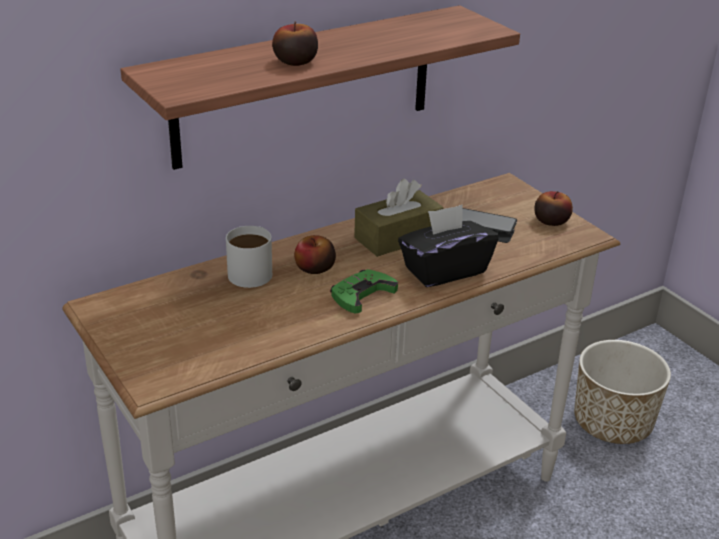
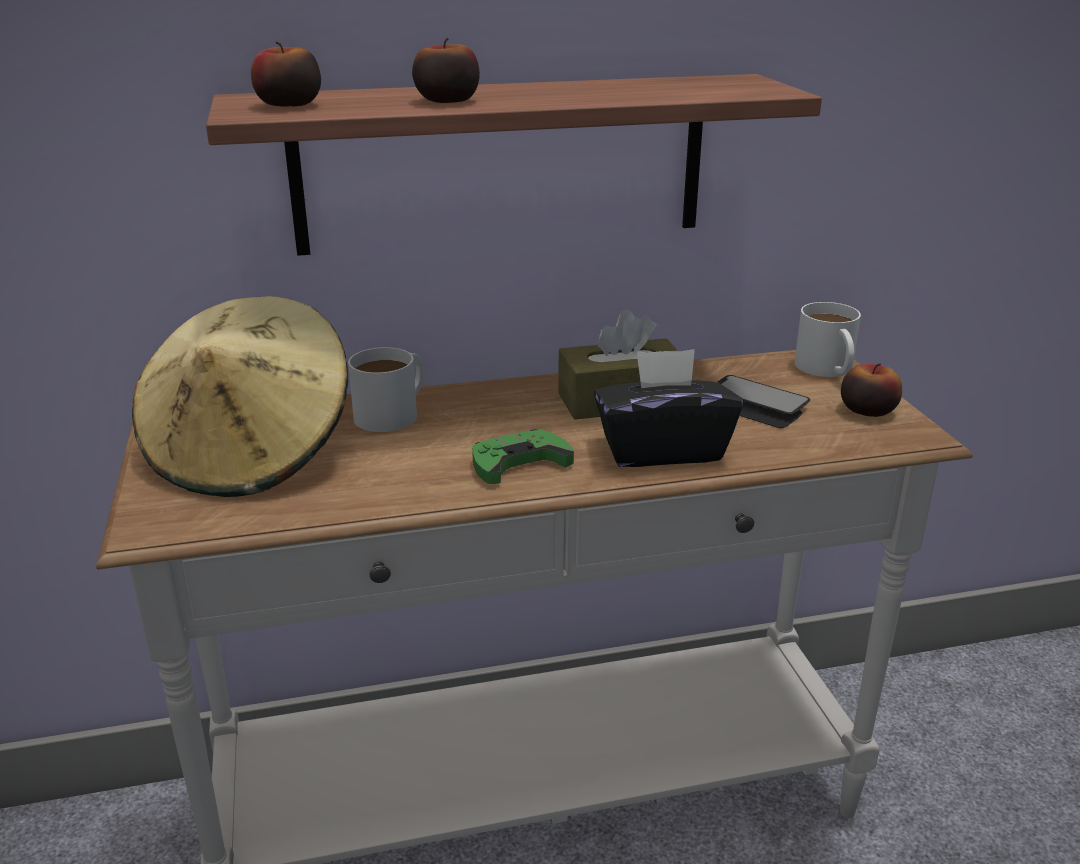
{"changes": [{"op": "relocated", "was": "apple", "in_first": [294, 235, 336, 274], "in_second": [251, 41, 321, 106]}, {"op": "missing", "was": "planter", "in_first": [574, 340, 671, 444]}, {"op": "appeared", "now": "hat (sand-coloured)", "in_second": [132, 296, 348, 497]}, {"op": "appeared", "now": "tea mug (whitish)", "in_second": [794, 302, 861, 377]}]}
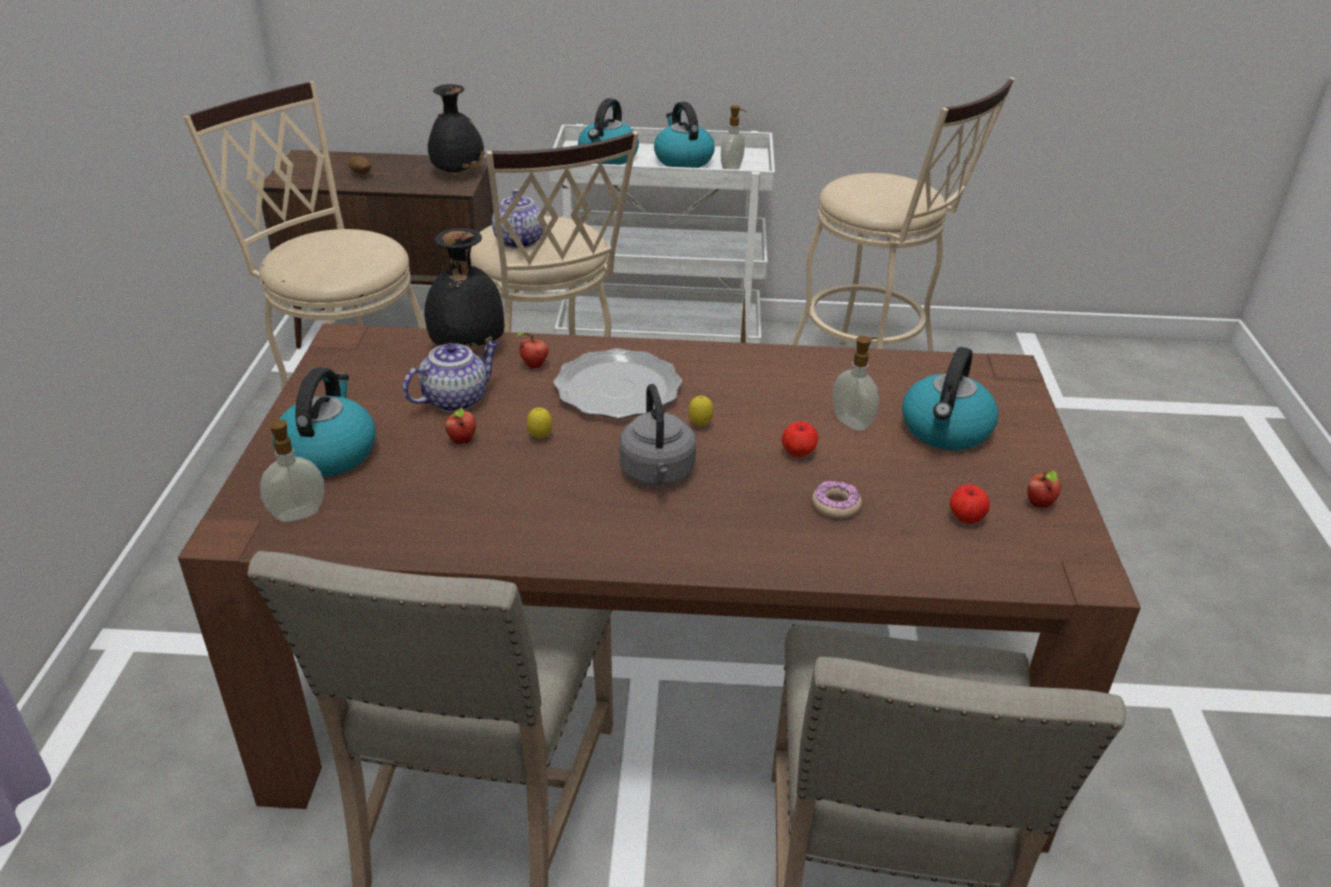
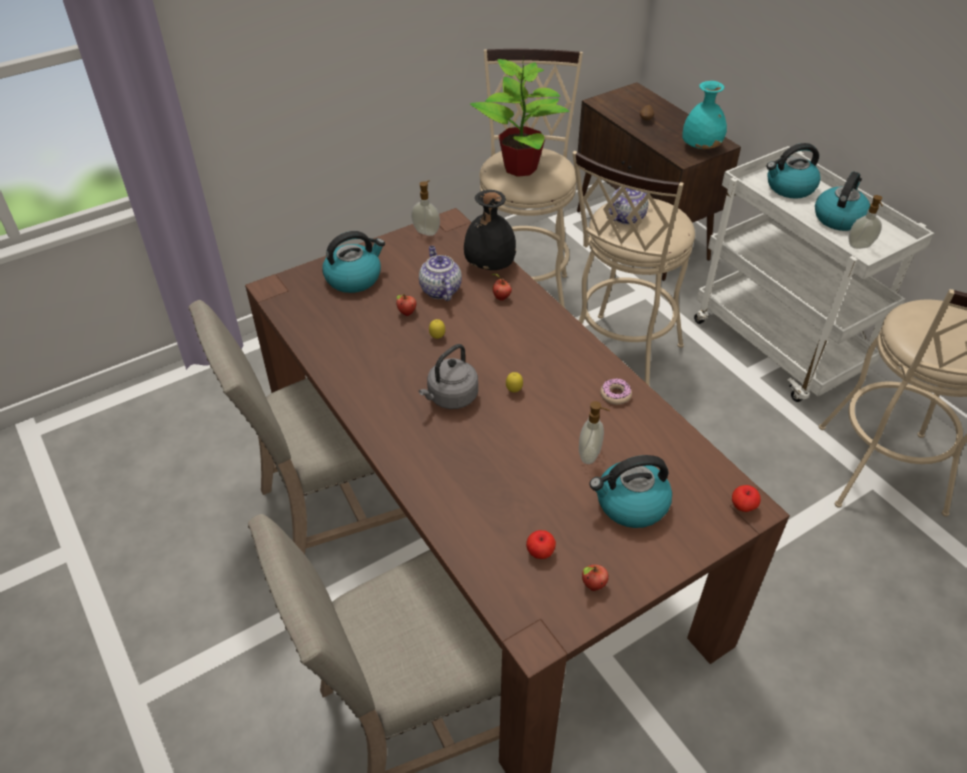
{"changes": [{"op": "relocated", "was": "liquid soap bottle", "in_first": [260, 417, 324, 522], "in_second": [411, 180, 440, 236]}, {"op": "spun", "was": "teapot", "in_first": [402, 341, 499, 412], "in_second": [419, 246, 462, 301], "clockwise": -120}, {"op": "colour", "was": "vase (blackish)", "now": "vase (blue-green)", "in_first": [428, 84, 485, 175], "in_second": [682, 81, 727, 149]}, {"op": "missing", "was": "dinner plate", "in_first": [553, 348, 682, 418]}, {"op": "relocated", "was": "apple", "in_first": [782, 421, 818, 457], "in_second": [732, 485, 761, 512]}, {"op": "relocated", "was": "donut", "in_first": [812, 480, 862, 518], "in_second": [600, 378, 632, 405]}, {"op": "appeared", "now": "plant in a pot", "in_second": [470, 55, 570, 177]}]}
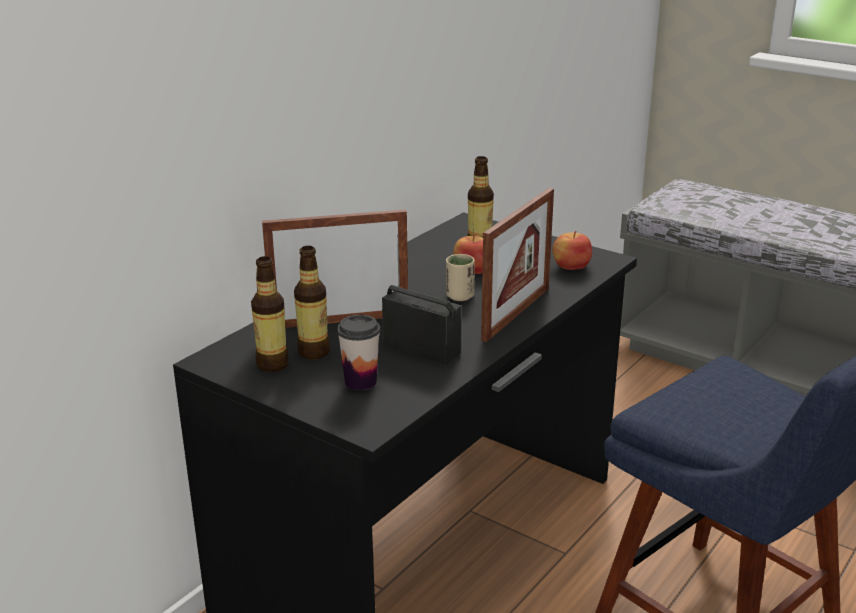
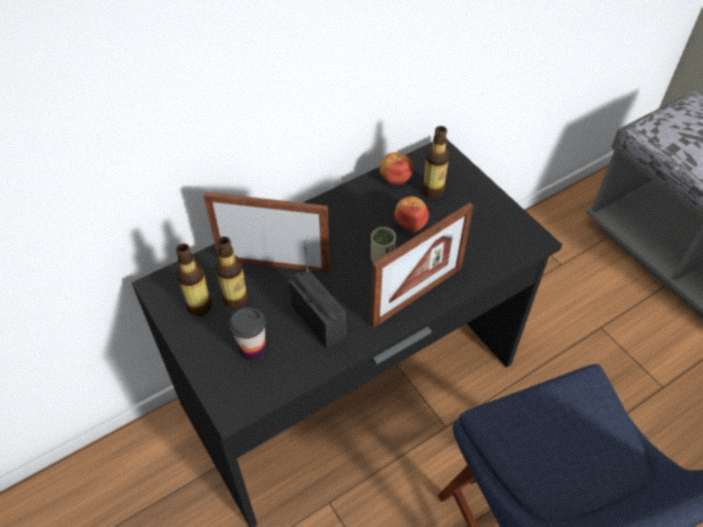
{"changes": [{"op": "relocated", "was": "apple", "in_first": [552, 231, 592, 270], "in_second": [380, 152, 413, 185]}]}
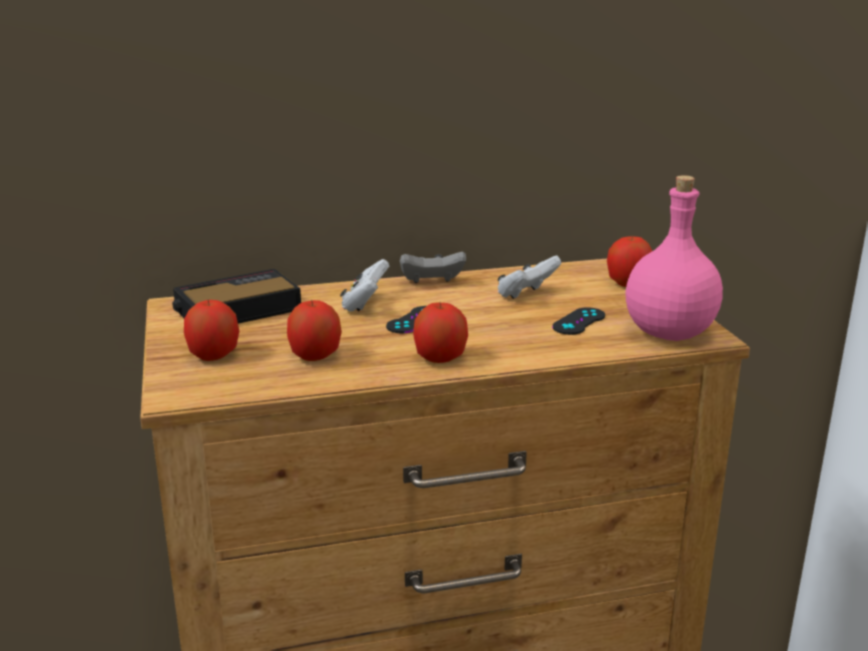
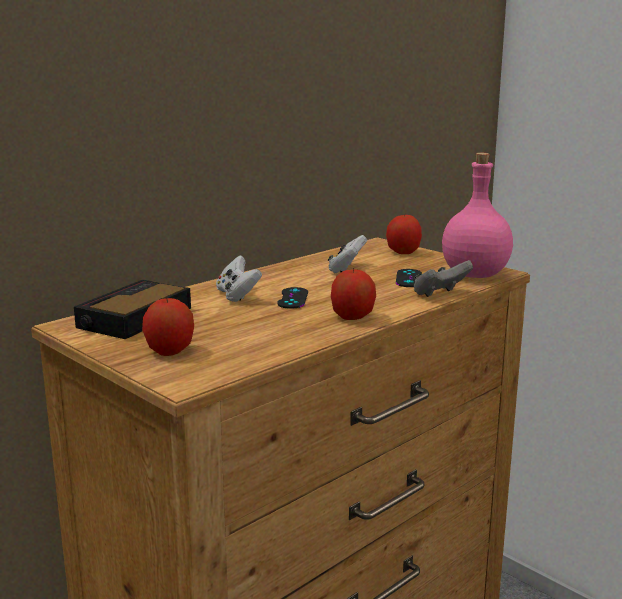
{"changes": [{"op": "missing", "was": "apple", "in_first": [287, 300, 342, 361]}, {"op": "relocated", "was": "joypad (gray)", "in_first": [400, 252, 466, 283], "in_second": [414, 260, 473, 297]}]}
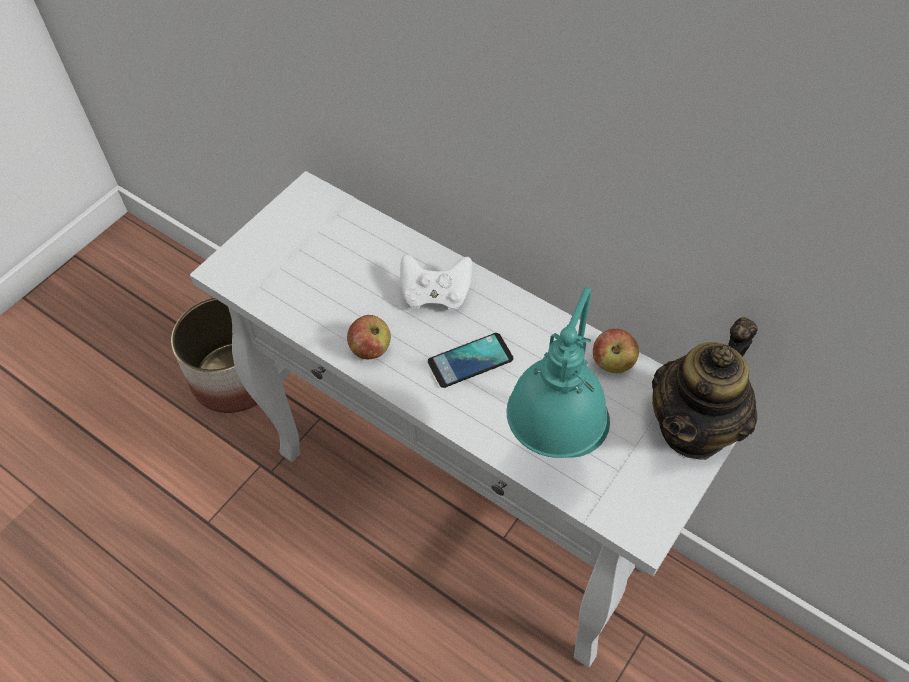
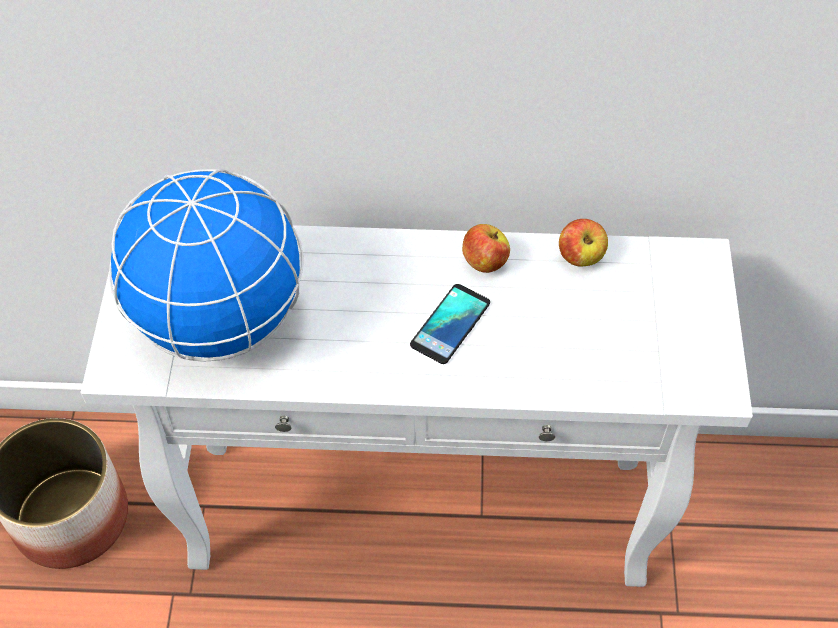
{"changes": [{"op": "relocated", "was": "apple", "in_first": [347, 315, 391, 359], "in_second": [462, 224, 510, 273]}, {"op": "missing", "was": "joypad (whitish)", "in_first": [400, 254, 472, 310]}, {"op": "missing", "was": "lamp for a table (blue-green)", "in_first": [507, 287, 610, 458]}, {"op": "missing", "was": "teapot", "in_first": [652, 317, 758, 460]}, {"op": "appeared", "now": "globe", "in_second": [109, 169, 304, 362]}]}
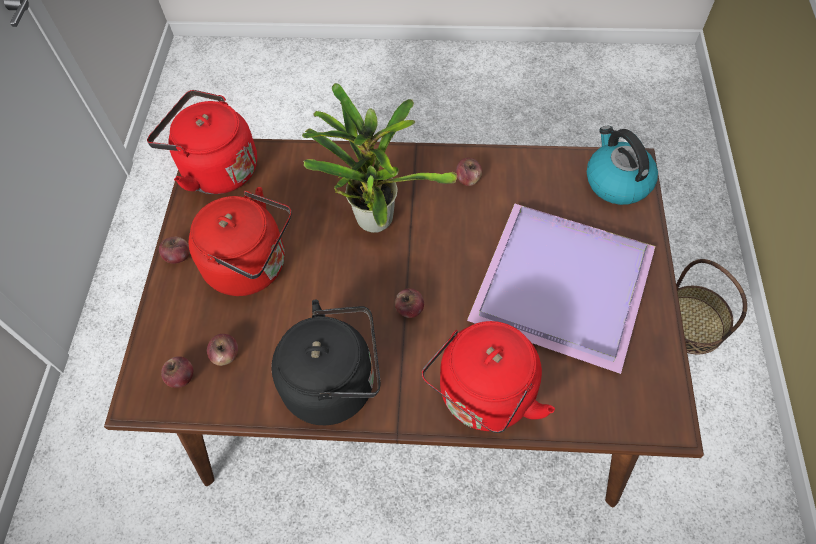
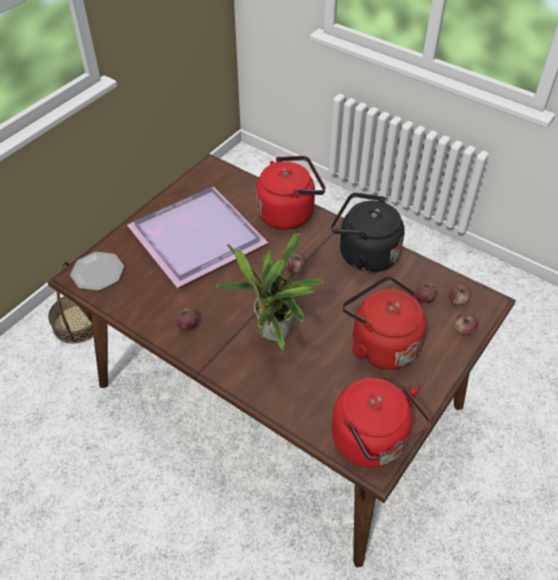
{"changes": [{"op": "relocated", "was": "apple", "in_first": [159, 237, 190, 264], "in_second": [454, 313, 478, 335]}, {"op": "exchanged", "was": "kettle", "now": "dinner plate", "in_first": [587, 126, 658, 205], "in_second": [70, 252, 124, 291]}]}
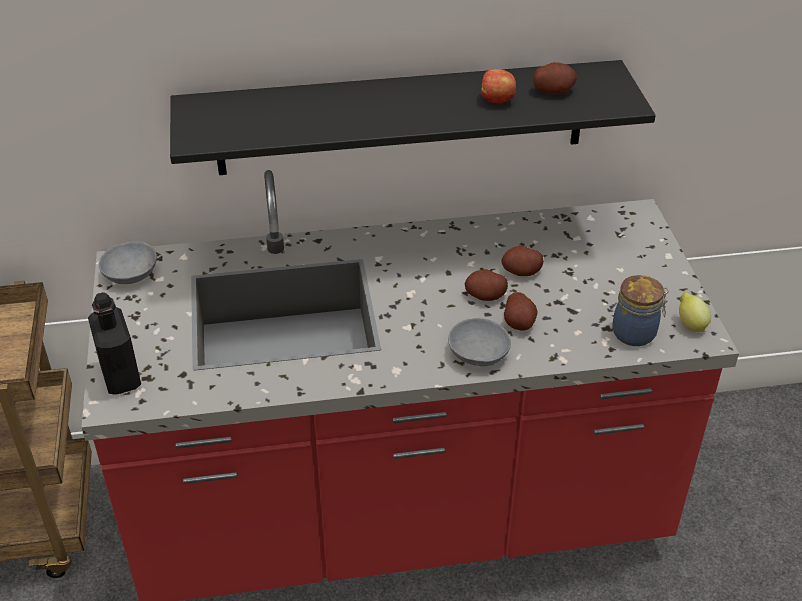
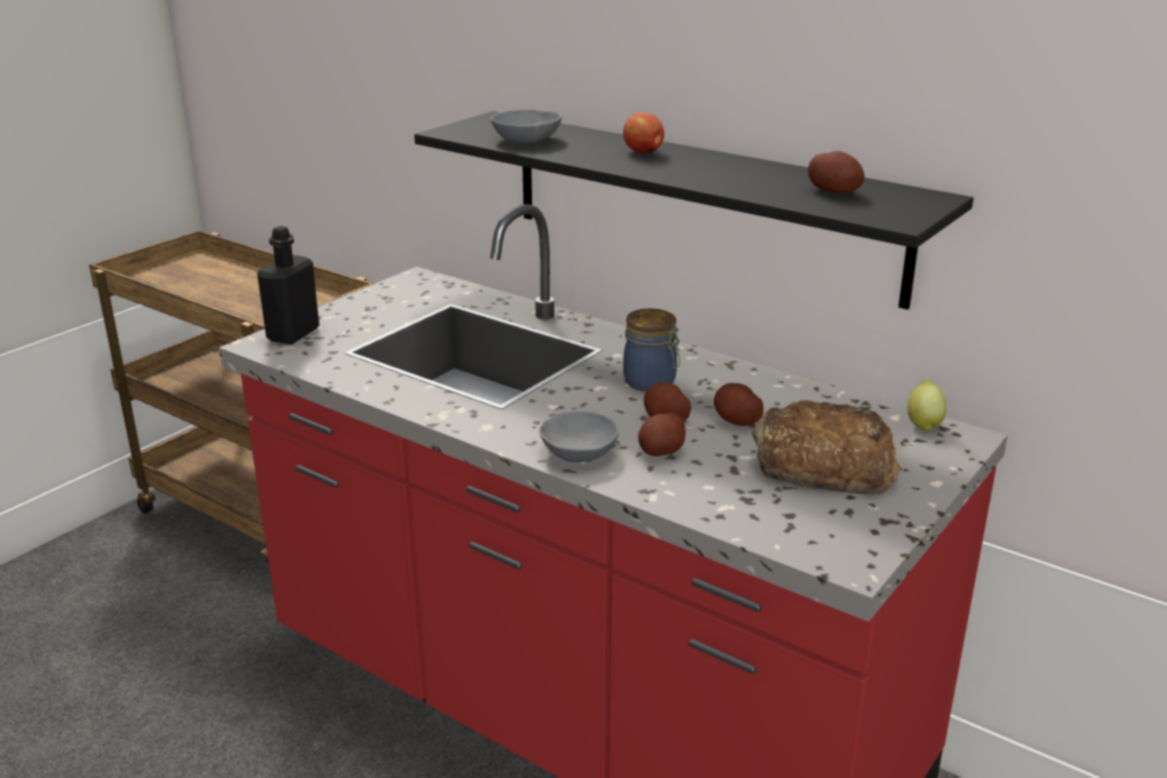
{"changes": [{"op": "relocated", "was": "serving bowl (gray)", "in_first": [99, 241, 157, 284], "in_second": [491, 110, 562, 144]}, {"op": "relocated", "was": "apple", "in_first": [481, 69, 516, 103], "in_second": [623, 112, 664, 154]}, {"op": "relocated", "was": "storage jar", "in_first": [612, 275, 669, 346], "in_second": [623, 308, 680, 392]}, {"op": "relocated", "was": "lemon", "in_first": [679, 292, 711, 332], "in_second": [907, 380, 946, 431]}, {"op": "appeared", "now": "bread", "in_second": [752, 400, 900, 495]}]}
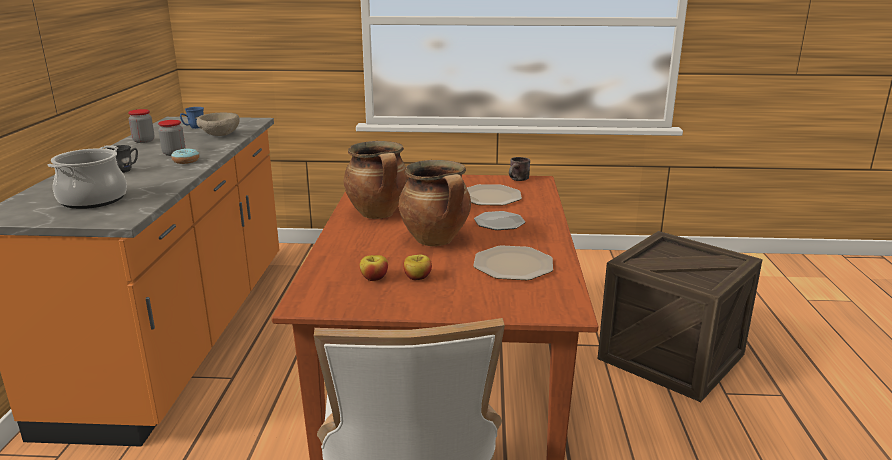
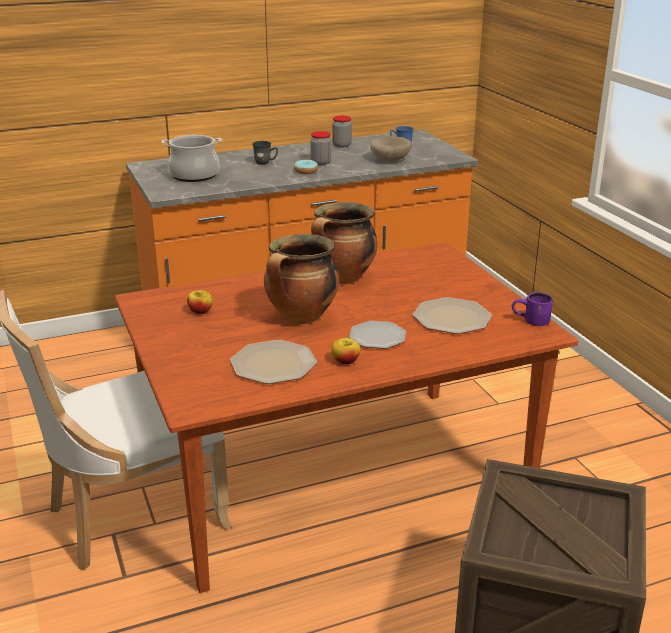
{"changes": [{"op": "relocated", "was": "apple", "in_first": [403, 255, 432, 280], "in_second": [331, 338, 360, 365]}, {"op": "colour", "was": "tea mug (brown-coloured)", "now": "tea mug (purple)", "in_first": [509, 157, 530, 181], "in_second": [512, 292, 553, 326]}]}
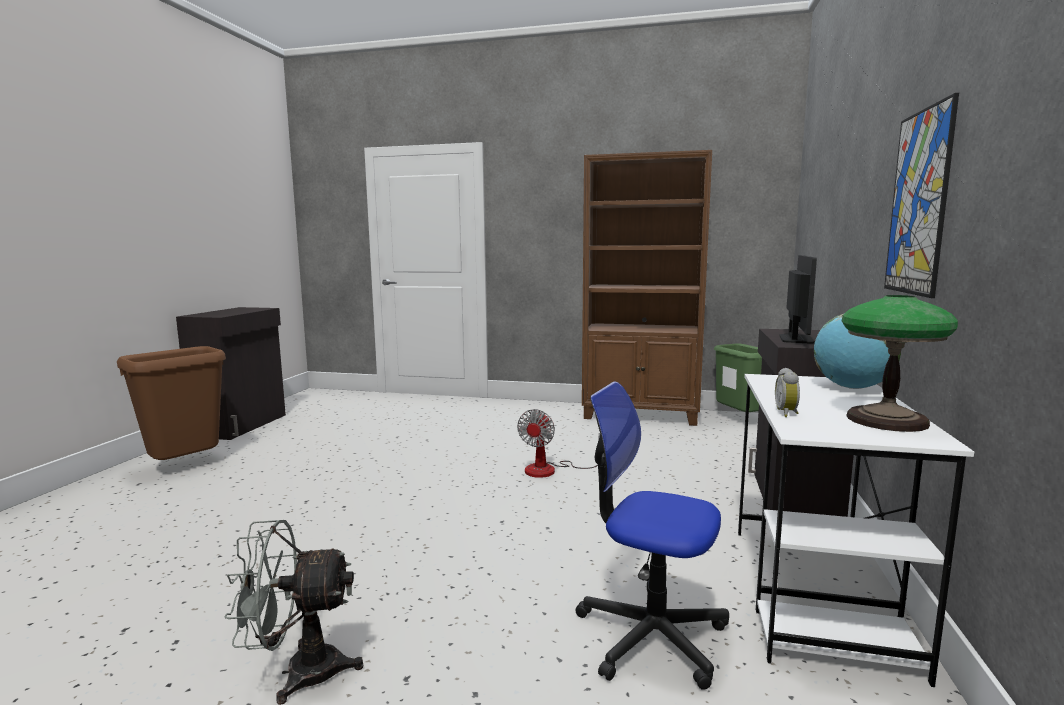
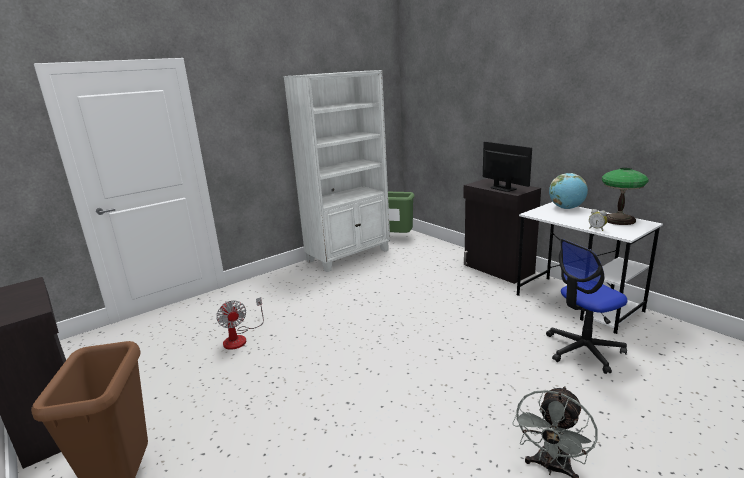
{"changes": [{"op": "relocated", "was": "cooling fan", "in_first": [517, 409, 600, 478], "in_second": [216, 297, 264, 350]}, {"op": "colour", "was": "bookshelf (brown-coloured)", "now": "bookshelf (whitish)", "in_first": [582, 150, 712, 426], "in_second": [283, 70, 390, 272]}, {"op": "missing", "was": "wall art", "in_first": [884, 93, 959, 298]}]}
